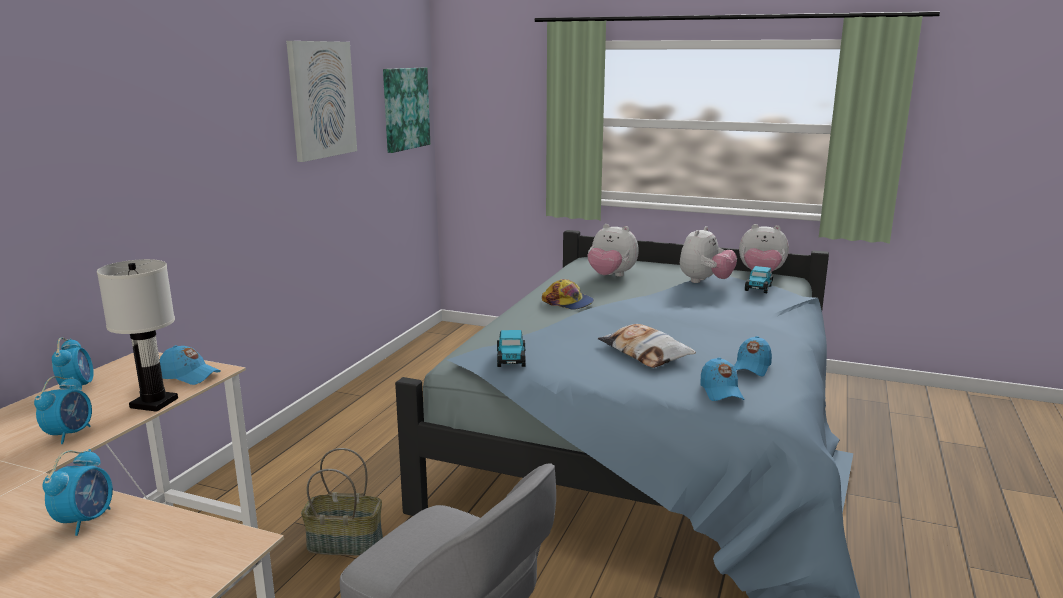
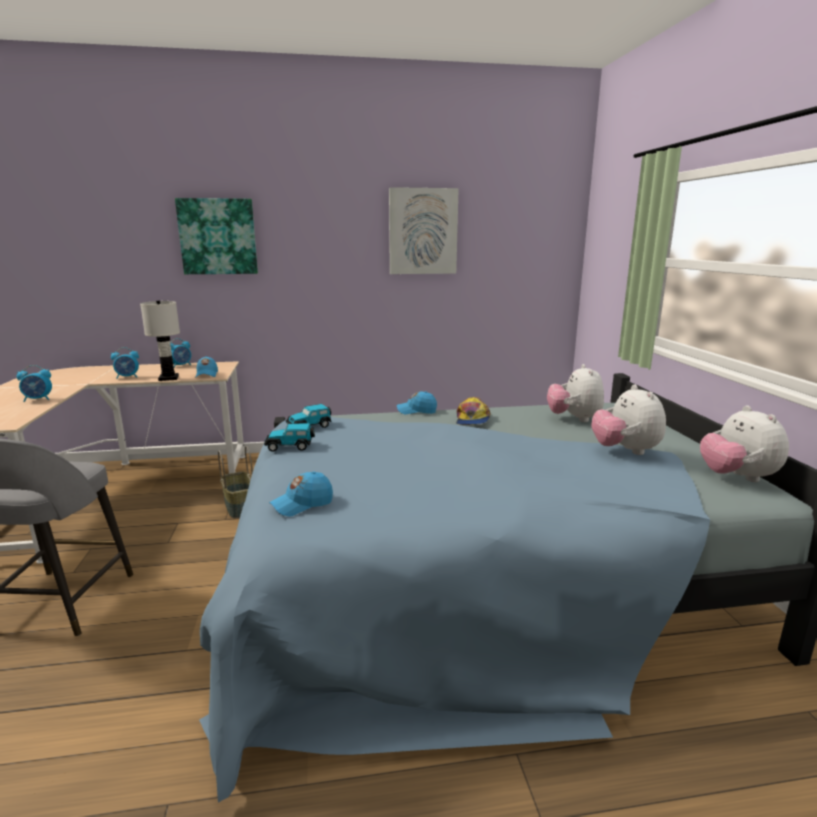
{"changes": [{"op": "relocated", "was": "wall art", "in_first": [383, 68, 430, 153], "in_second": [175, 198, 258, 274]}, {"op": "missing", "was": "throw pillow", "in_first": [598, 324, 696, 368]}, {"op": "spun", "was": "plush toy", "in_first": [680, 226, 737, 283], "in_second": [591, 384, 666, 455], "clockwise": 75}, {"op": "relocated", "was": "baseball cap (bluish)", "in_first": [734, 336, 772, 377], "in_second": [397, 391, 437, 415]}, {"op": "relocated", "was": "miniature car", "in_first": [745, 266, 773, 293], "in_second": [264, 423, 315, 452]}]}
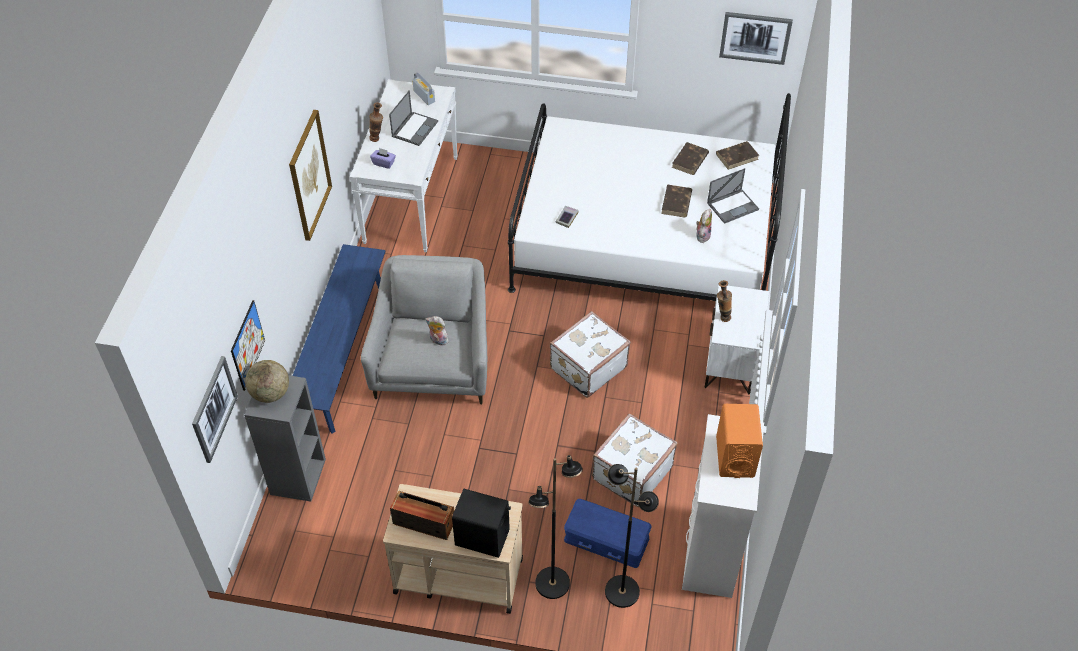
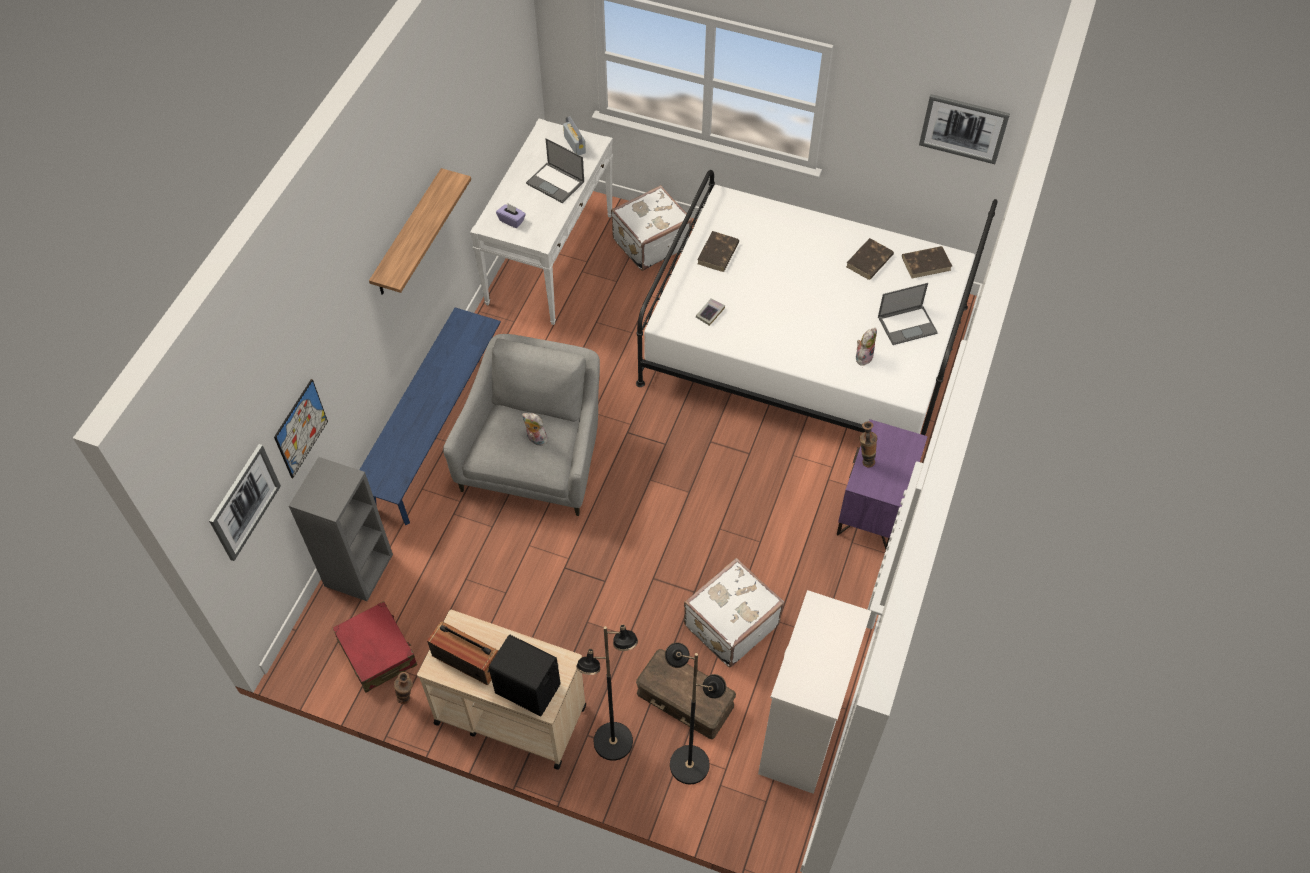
{"changes": [{"op": "missing", "was": "globe", "in_first": [245, 360, 289, 403]}, {"op": "exchanged", "was": "wall art", "now": "bracket shelf", "in_first": [289, 110, 332, 241], "in_second": [369, 168, 471, 295]}, {"op": "relocated", "was": "vase", "in_first": [369, 103, 383, 142], "in_second": [394, 672, 413, 704]}, {"op": "spun", "was": "notebook computer", "in_first": [389, 90, 438, 146], "in_second": [526, 138, 584, 203], "clockwise": 90}, {"op": "relocated", "was": "travel case (whitish)", "in_first": [550, 311, 631, 398], "in_second": [611, 185, 692, 271]}, {"op": "colour", "was": "storage box (bluish)", "now": "storage box (brown-coloured)", "in_first": [564, 499, 651, 568], "in_second": [636, 649, 736, 739]}, {"op": "relocated", "was": "volume (brown-coloured)", "in_first": [661, 184, 692, 217], "in_second": [697, 231, 739, 272]}, {"op": "colour", "was": "nightstand (whitish)", "now": "nightstand (purple)", "in_first": [704, 285, 769, 395], "in_second": [837, 419, 928, 549]}, {"op": "missing", "was": "audio speaker (orangey)", "in_first": [716, 404, 763, 478]}, {"op": "appeared", "now": "travel case (reddish)", "in_second": [332, 601, 417, 693]}]}
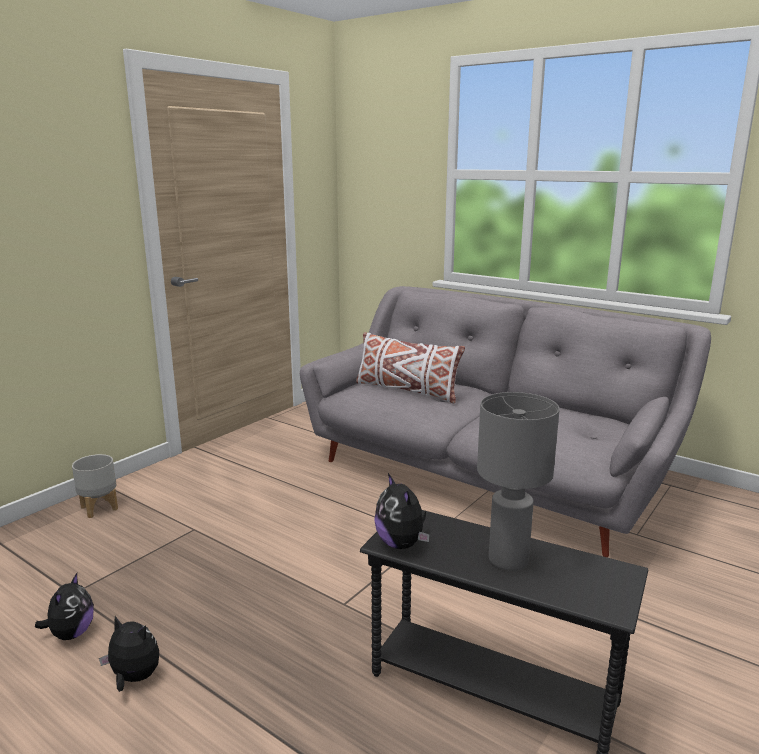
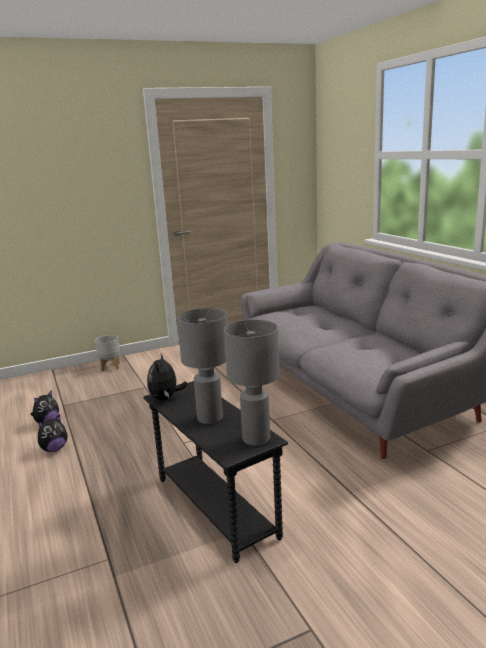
{"changes": [{"op": "spun", "was": "plush toy", "in_first": [99, 616, 159, 692], "in_second": [38, 415, 67, 452], "clockwise": 90}, {"op": "missing", "was": "throw pillow (whitish)", "in_first": [356, 332, 465, 403]}, {"op": "appeared", "now": "lamp for a table (gray)", "in_second": [224, 320, 280, 446]}]}
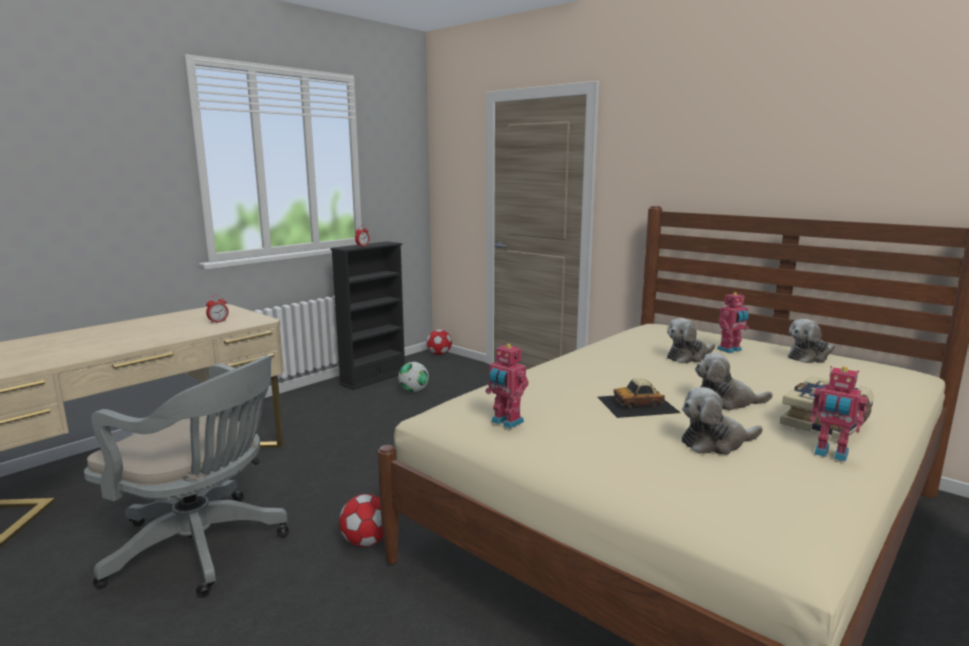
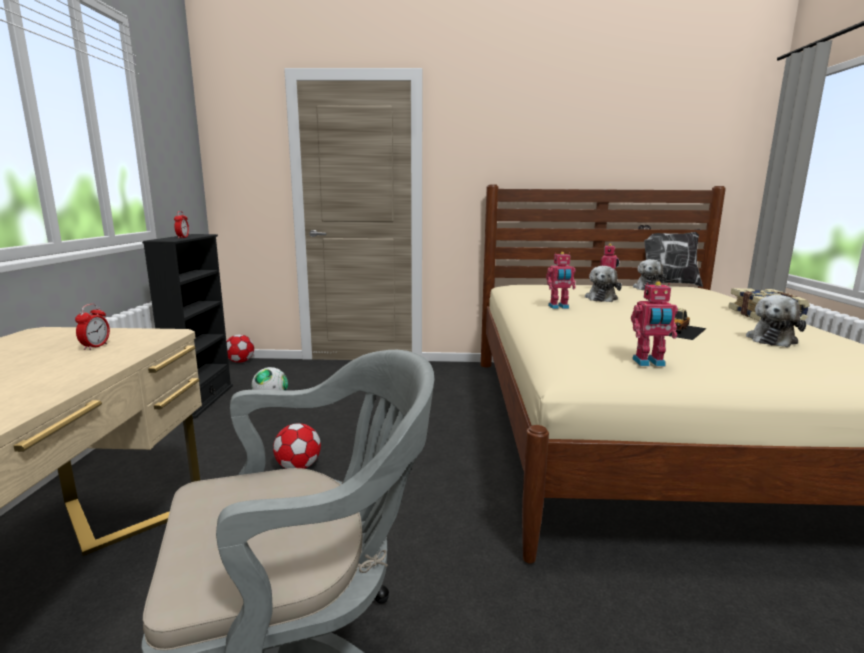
{"changes": [{"op": "relocated", "was": "football", "in_first": [339, 494, 383, 547], "in_second": [273, 423, 321, 469]}, {"op": "missing", "was": "plush toy", "in_first": [695, 353, 773, 410]}, {"op": "relocated", "was": "robot figure", "in_first": [811, 366, 867, 462], "in_second": [546, 252, 576, 309]}, {"op": "appeared", "now": "throw pillow", "in_second": [638, 225, 703, 287]}]}
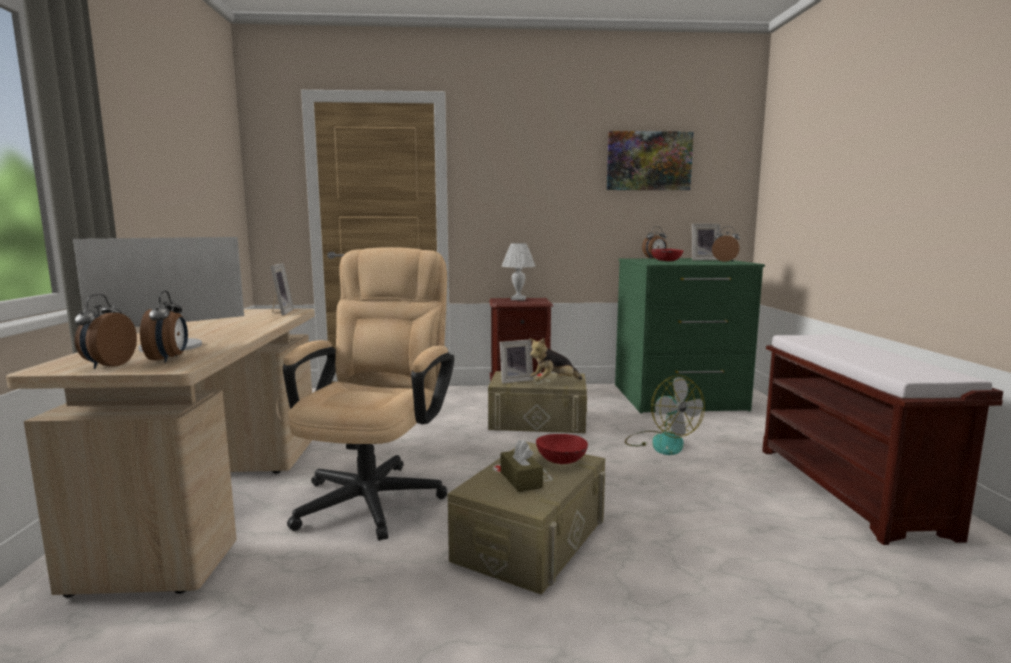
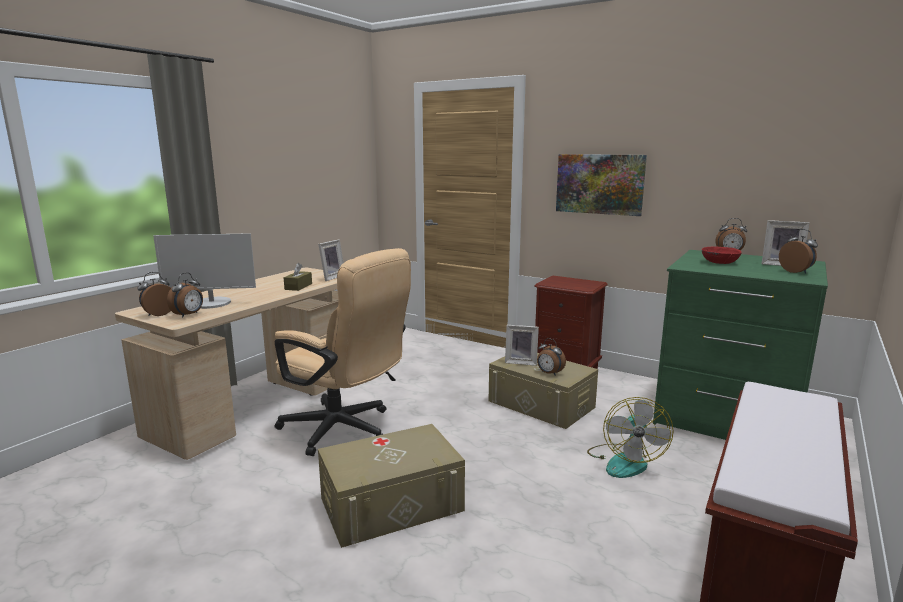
{"changes": [{"op": "spun", "was": "computer chair (sand-coloured)", "in_first": [283, 247, 454, 541], "in_second": [275, 248, 411, 456], "clockwise": 75}, {"op": "relocated", "was": "tissue box (brown-coloured)", "in_first": [500, 440, 543, 492], "in_second": [284, 263, 312, 291]}, {"op": "missing", "was": "lamp for a table (whitish)", "in_first": [502, 243, 536, 300]}, {"op": "exchanged", "was": "plush toy", "now": "bedside clock", "in_first": [530, 338, 582, 381], "in_second": [537, 338, 566, 376]}, {"op": "missing", "was": "serving bowl (reddish)", "in_first": [536, 434, 588, 464]}, {"op": "relocated", "was": "wall art", "in_first": [607, 131, 694, 190], "in_second": [556, 154, 647, 216]}]}
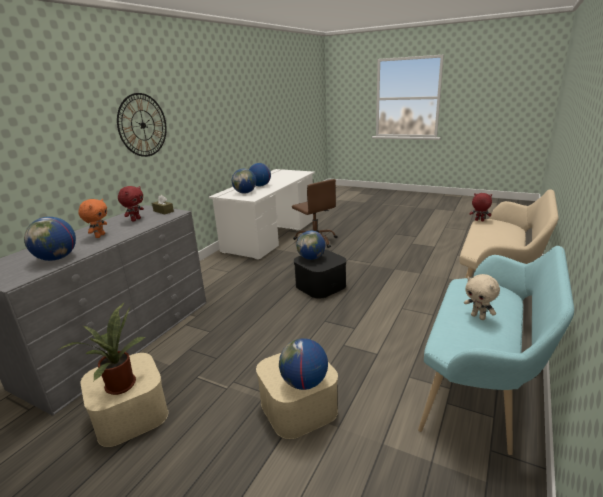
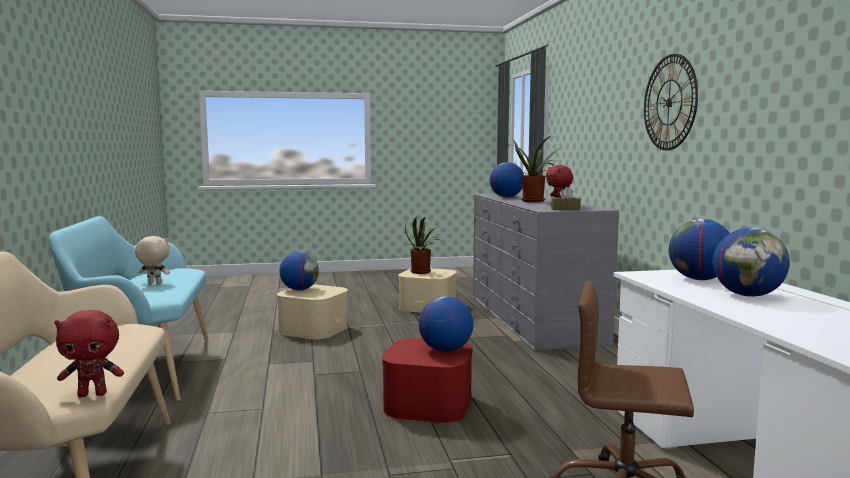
{"changes": [{"op": "exchanged", "was": "plush toy (orangey)", "now": "plant in a pot", "in_first": [78, 199, 107, 238], "in_second": [510, 136, 563, 202]}, {"op": "colour", "was": "storage box (blackish)", "now": "storage box (reddish)", "in_first": [294, 250, 347, 299], "in_second": [382, 338, 473, 423]}]}
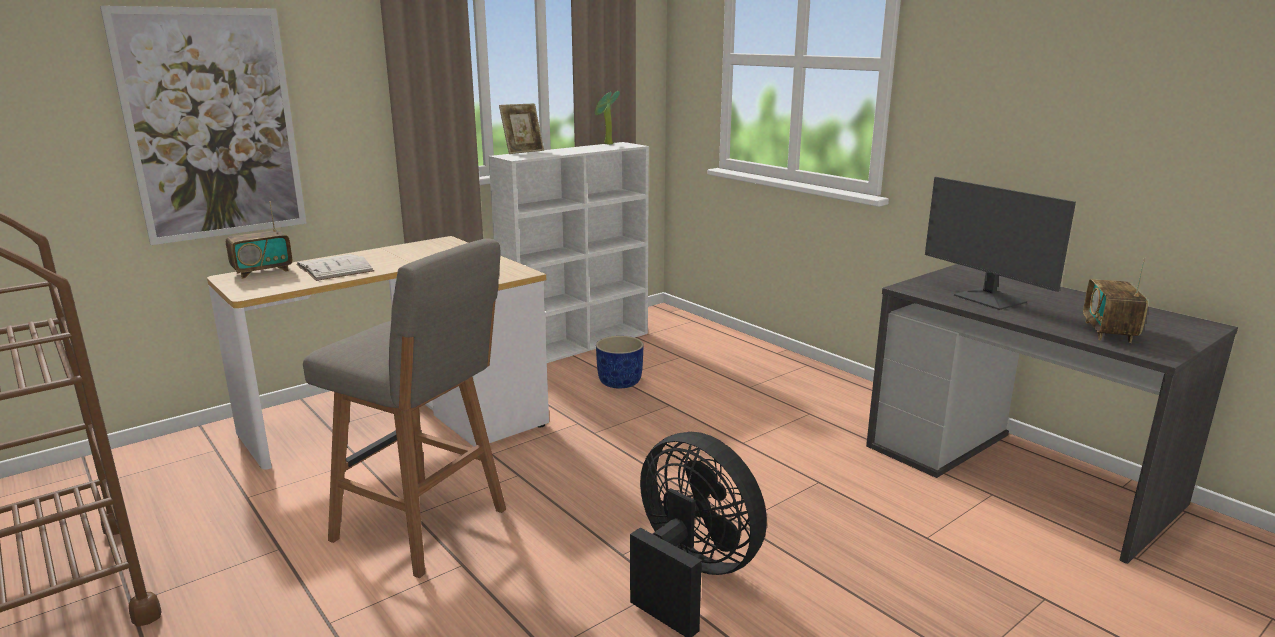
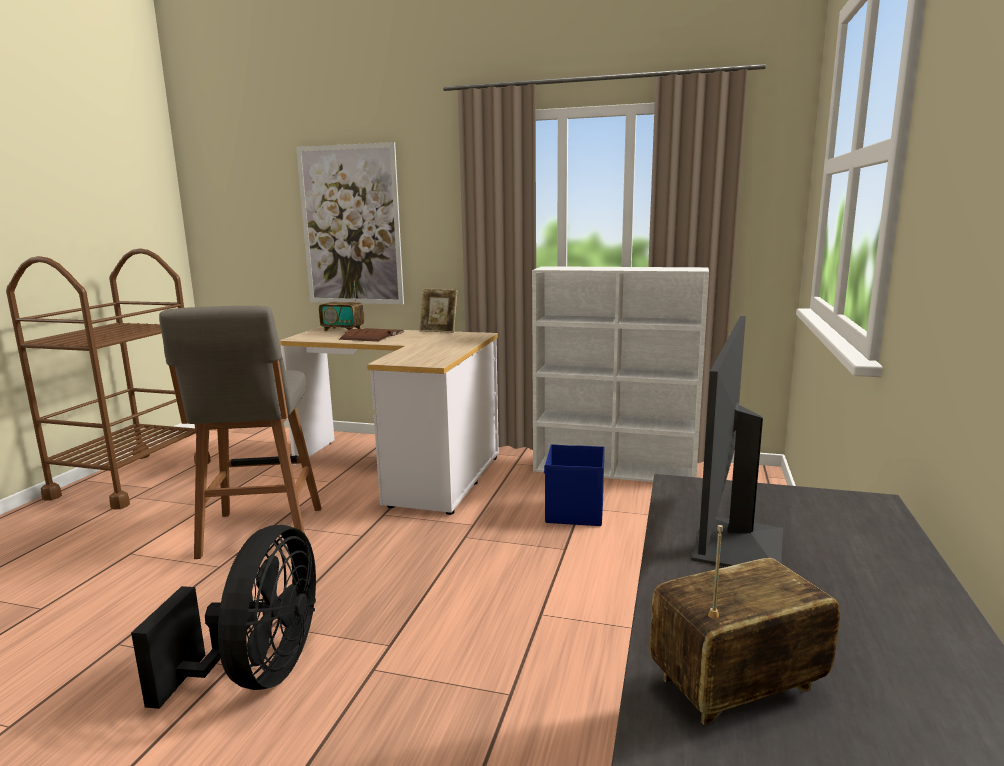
{"changes": [{"op": "colour", "was": "volume (whitish)", "now": "volume (brown-coloured)", "in_first": [296, 254, 374, 281], "in_second": [339, 328, 404, 342]}, {"op": "relocated", "was": "picture frame", "in_first": [499, 104, 544, 154], "in_second": [419, 288, 458, 333]}, {"op": "missing", "was": "plant in a pot", "in_first": [594, 91, 620, 145]}, {"op": "exchanged", "was": "planter (bluish)", "now": "storage box (bluish)", "in_first": [596, 336, 644, 388], "in_second": [544, 444, 604, 526]}]}
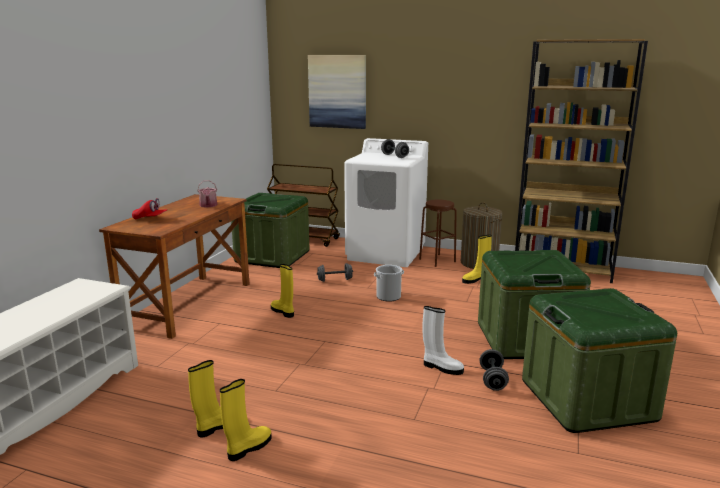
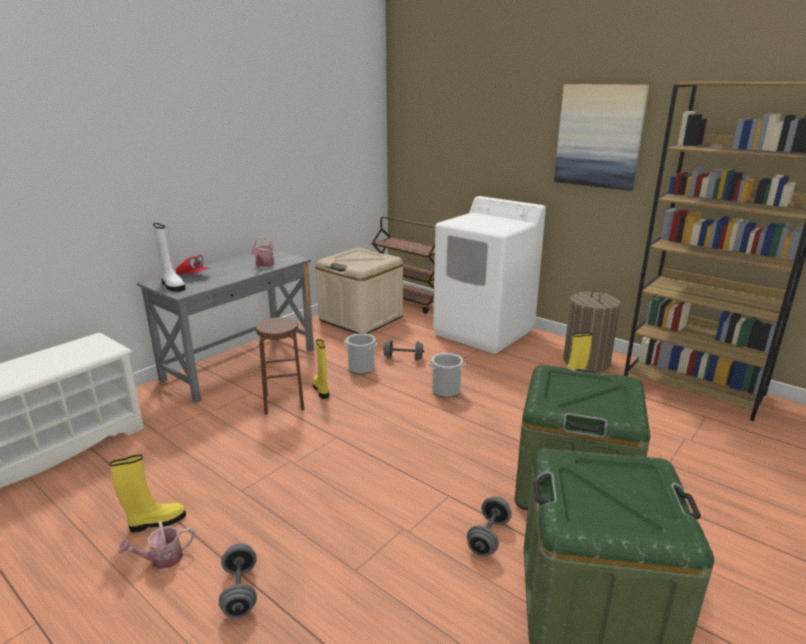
{"changes": [{"op": "colour", "was": "desk unit (brown-coloured)", "now": "desk unit (gray)", "in_first": [99, 194, 249, 339], "in_second": [137, 249, 314, 403]}, {"op": "exchanged", "was": "high-top boot (yellow-coloured)", "now": "sprinkling can", "in_first": [220, 379, 272, 461], "in_second": [118, 520, 195, 569]}, {"op": "colour", "was": "storage box (greenish)", "now": "storage box (sand-coloured)", "in_first": [231, 193, 309, 268], "in_second": [315, 248, 403, 334]}, {"op": "relocated", "was": "wall art", "in_first": [308, 55, 366, 129], "in_second": [554, 84, 649, 191]}, {"op": "relocated", "was": "dumbbell (gray)", "in_first": [381, 139, 409, 158], "in_second": [219, 543, 257, 618]}, {"op": "relocated", "was": "stool seat (brown-coloured)", "in_first": [419, 200, 457, 267], "in_second": [256, 317, 305, 415]}, {"op": "relocated", "was": "high-top boot (whitish)", "in_first": [422, 306, 464, 375], "in_second": [153, 223, 186, 292]}, {"op": "appeared", "now": "bucket", "in_second": [344, 333, 378, 374]}]}
